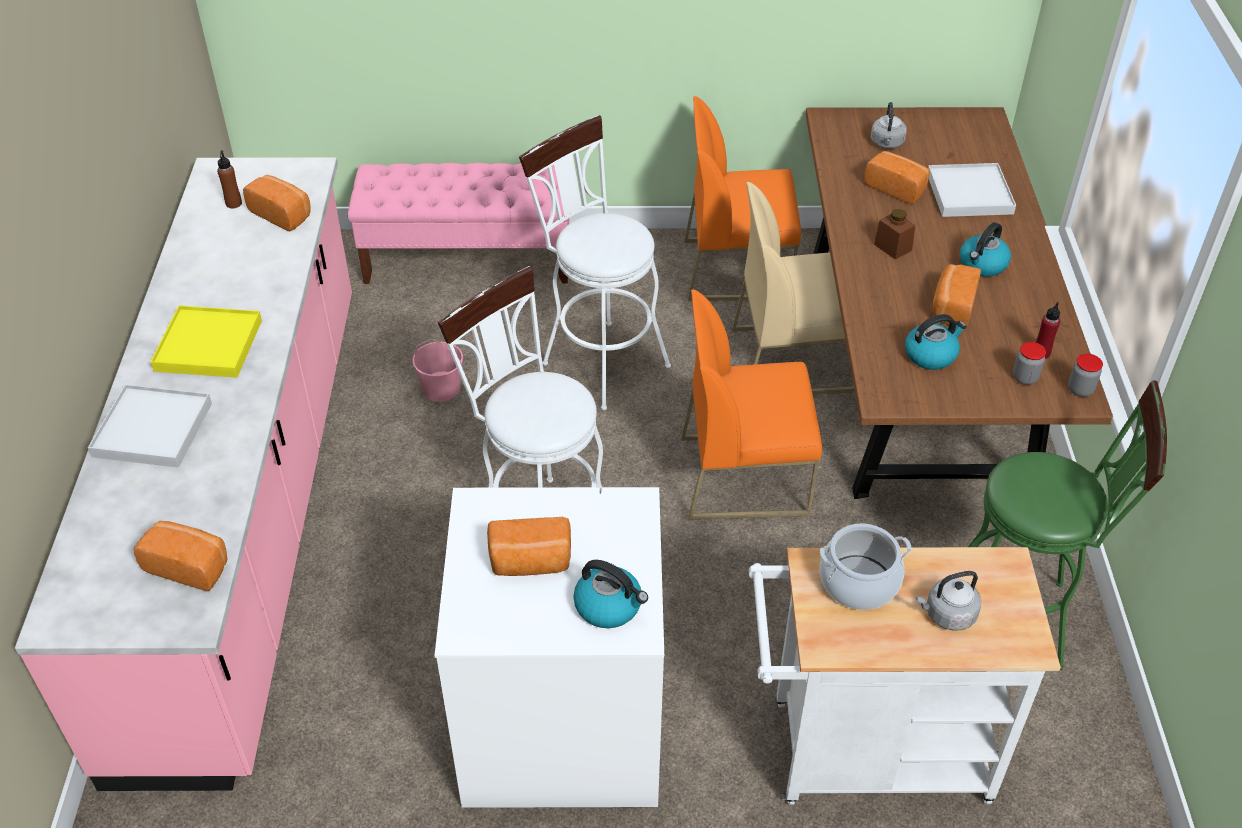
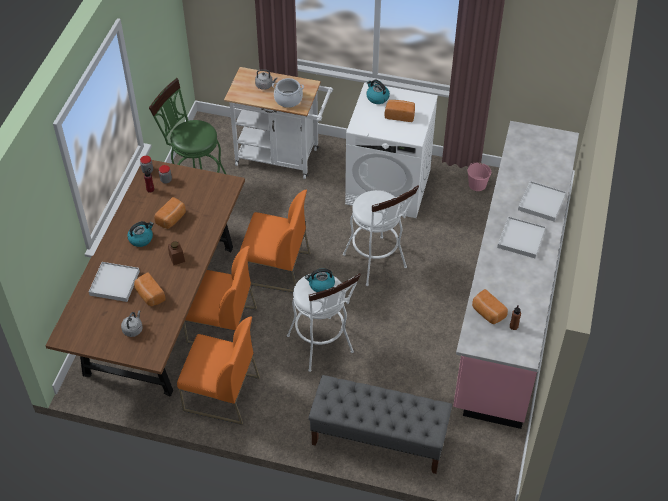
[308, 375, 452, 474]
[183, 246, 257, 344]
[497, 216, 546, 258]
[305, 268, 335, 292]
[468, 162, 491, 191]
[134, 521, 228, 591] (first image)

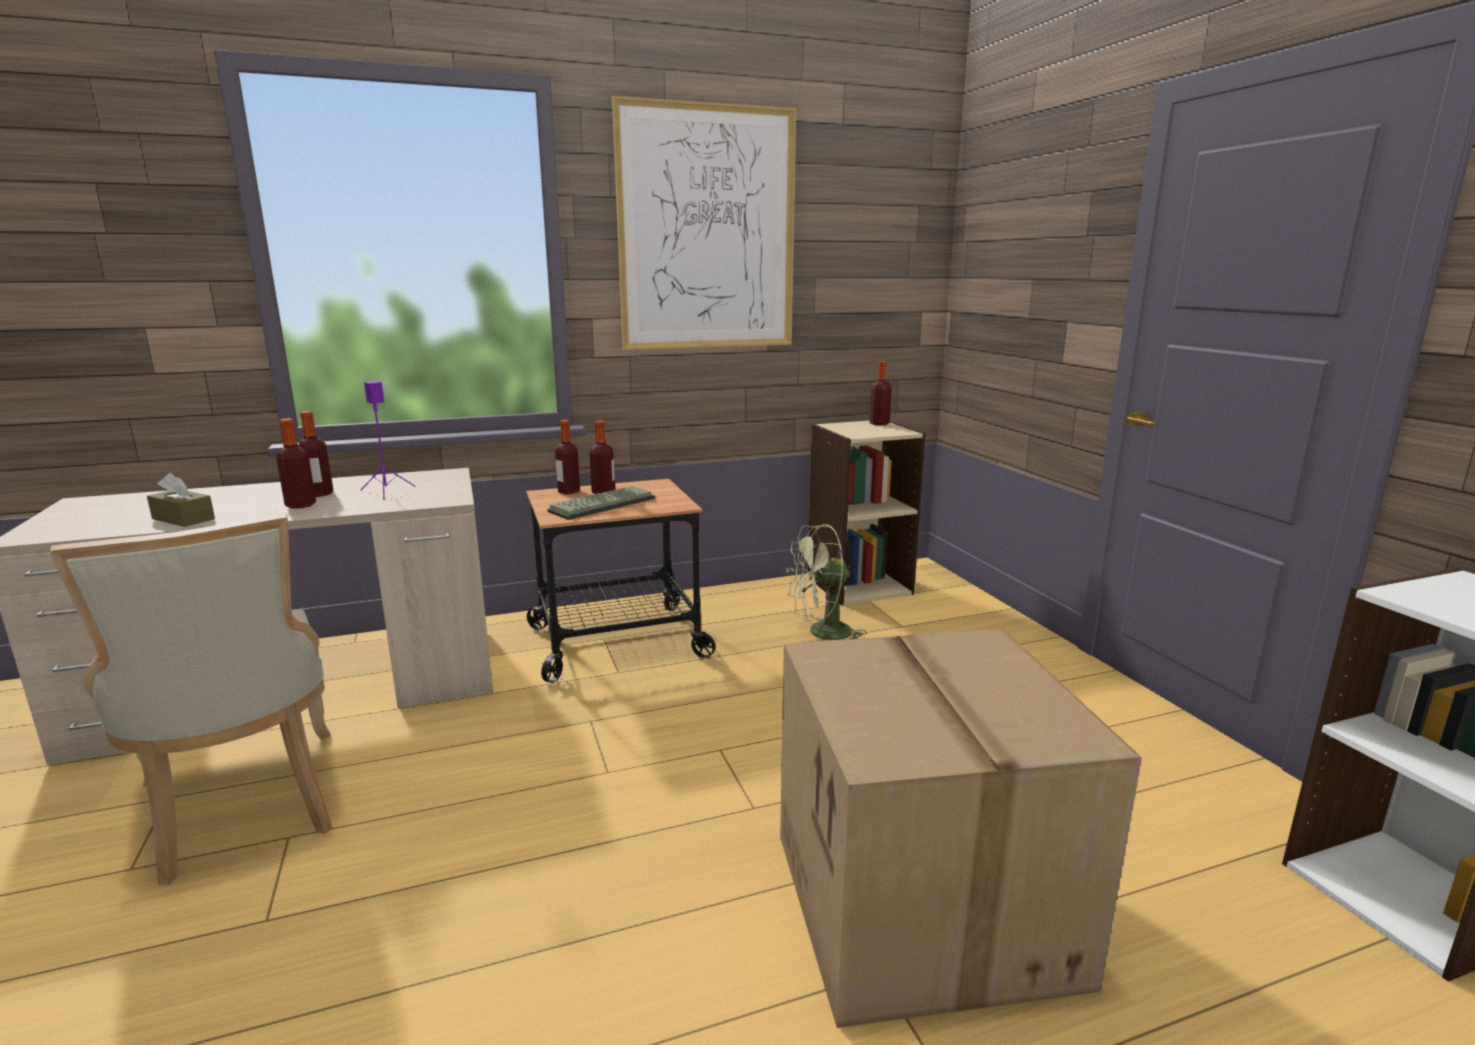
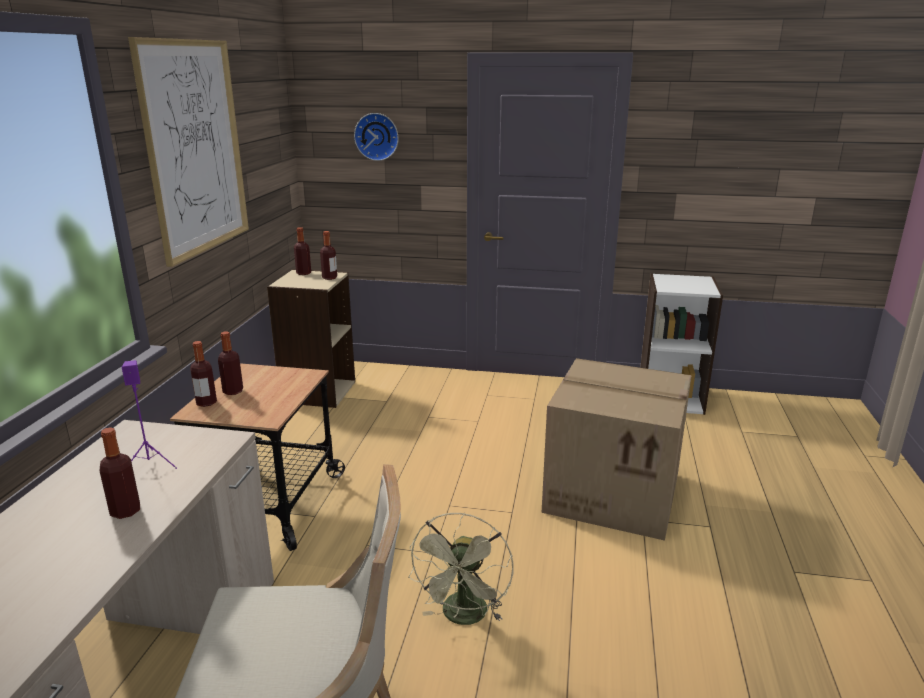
[320, 231, 337, 280]
[147, 473, 215, 527] (first image)
[547, 486, 655, 520] (first image)
[408, 513, 514, 625]
[354, 113, 399, 161]

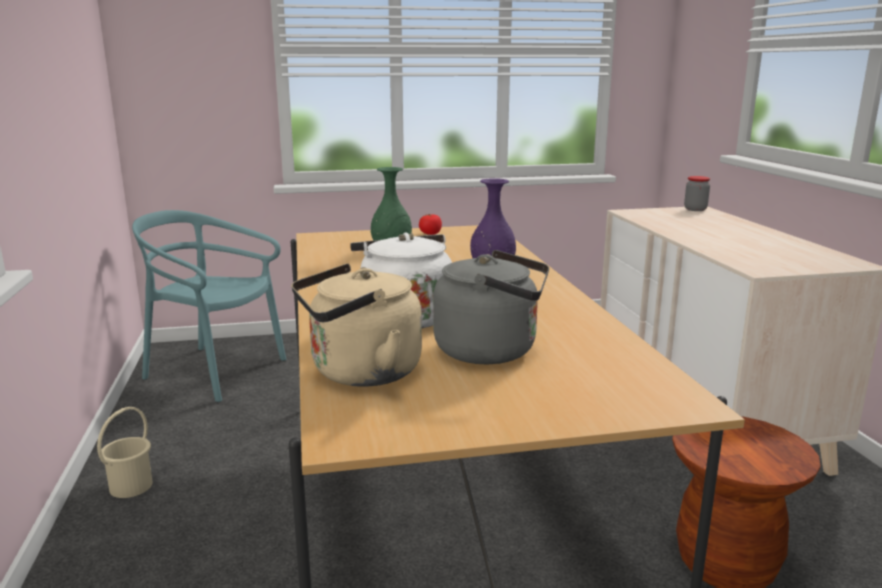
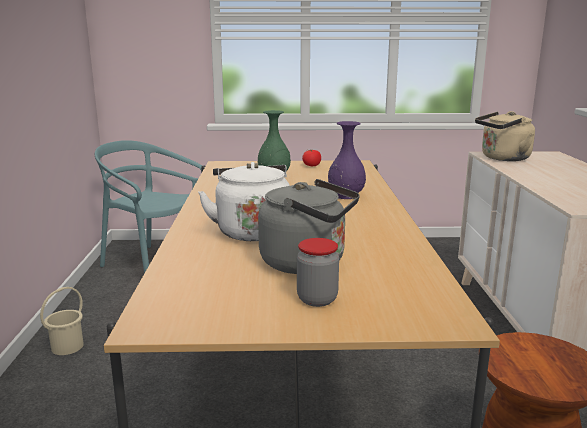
[297, 238, 339, 307]
[475, 111, 535, 161]

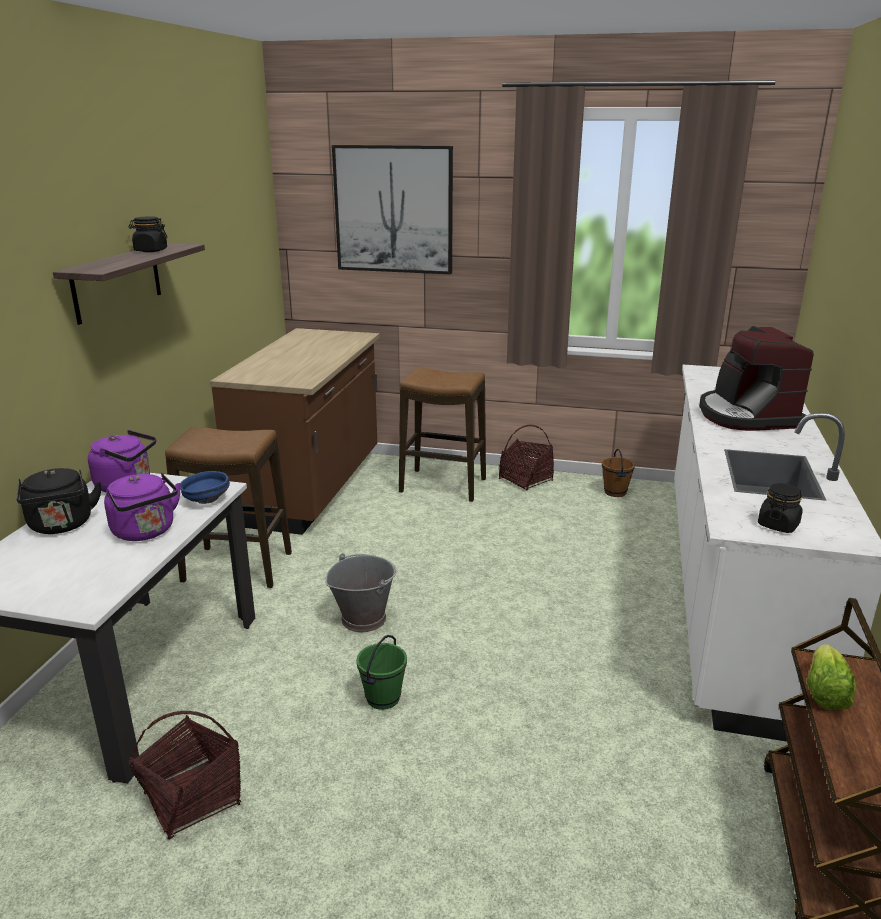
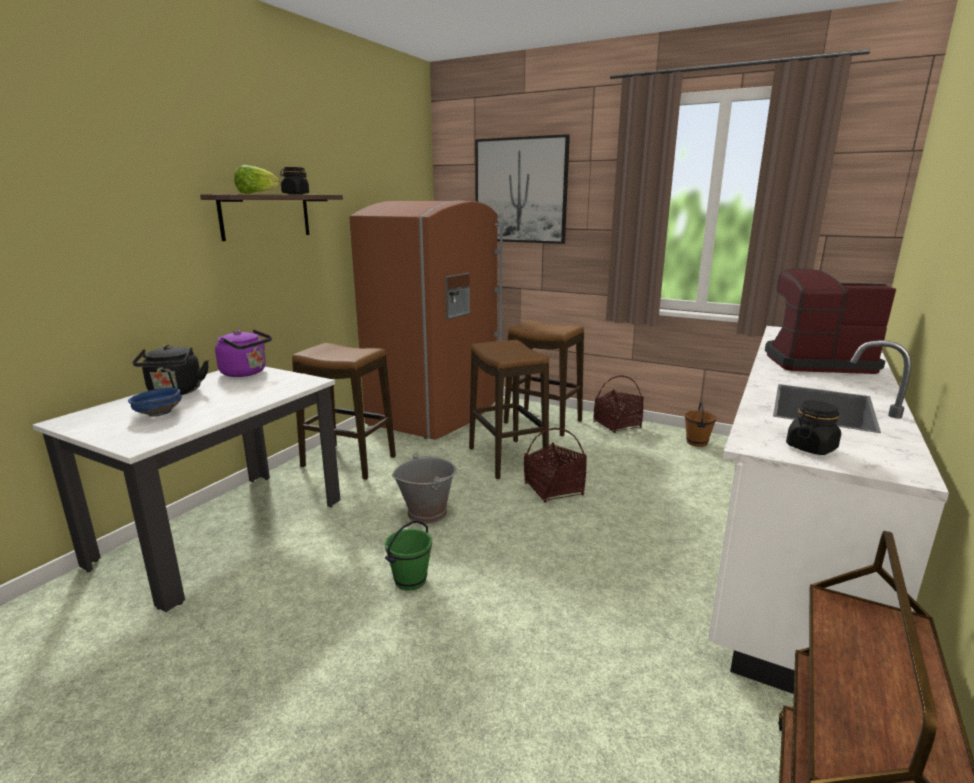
[765, 269, 896, 374]
[349, 200, 503, 440]
[128, 388, 182, 417]
[104, 472, 181, 541] (first image)
[234, 165, 280, 194]
[524, 428, 587, 503]
[469, 340, 549, 479]

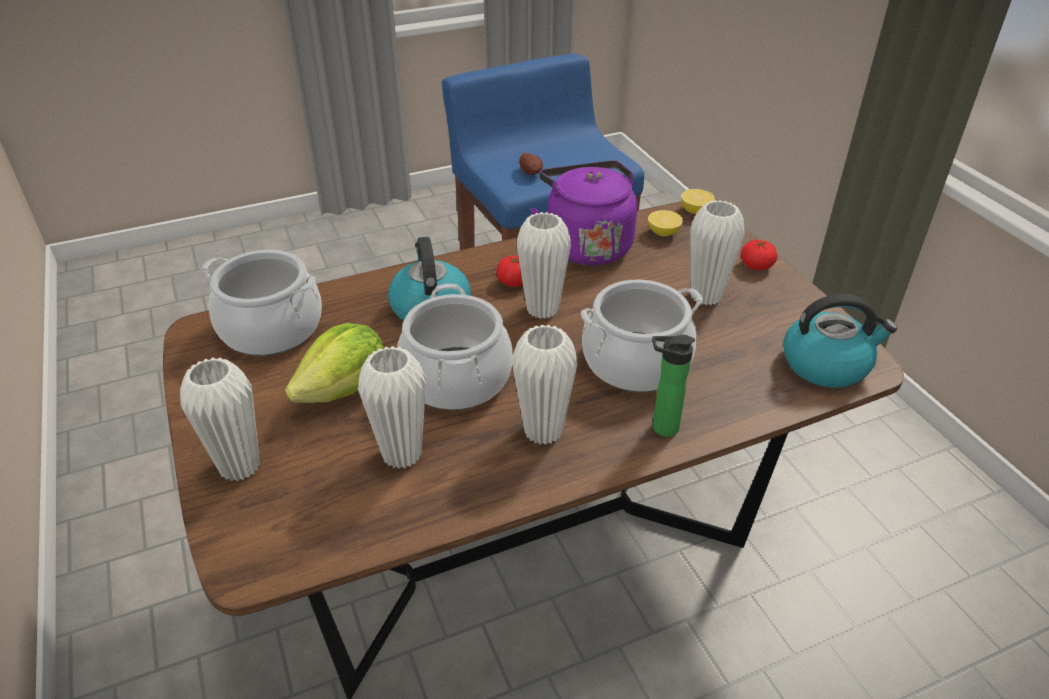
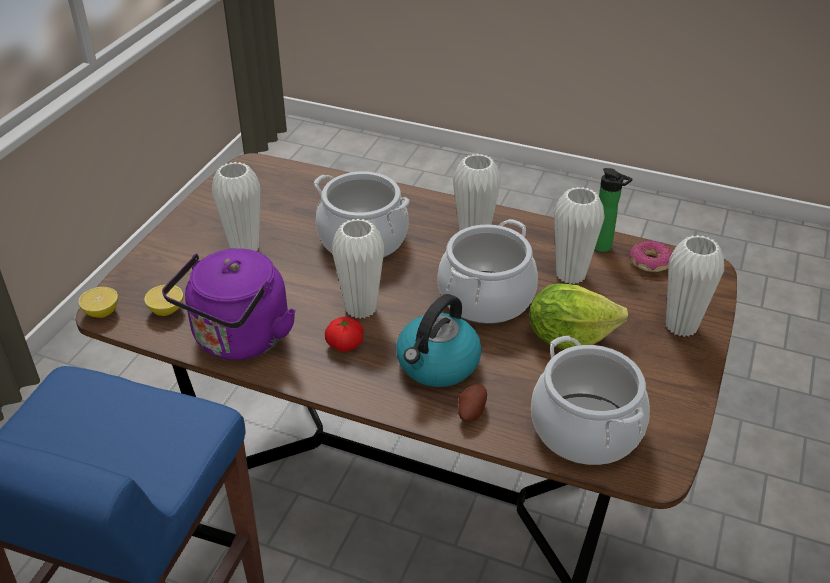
[458, 384, 487, 422]
[741, 240, 777, 270] (first image)
[783, 294, 897, 388] (first image)
[595, 168, 633, 252]
[629, 240, 672, 272]

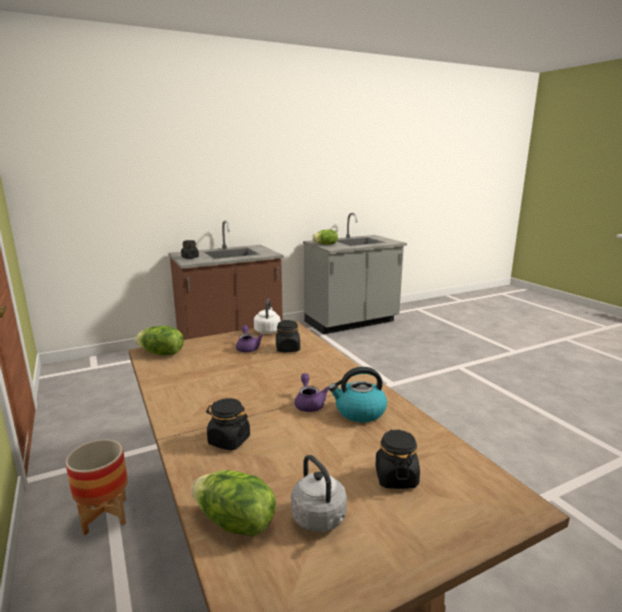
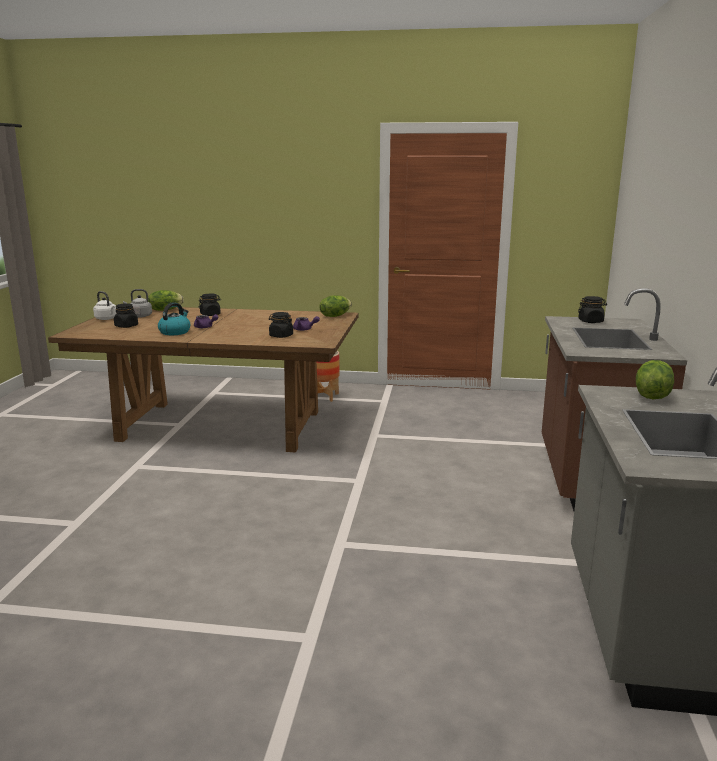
[93, 291, 116, 320]

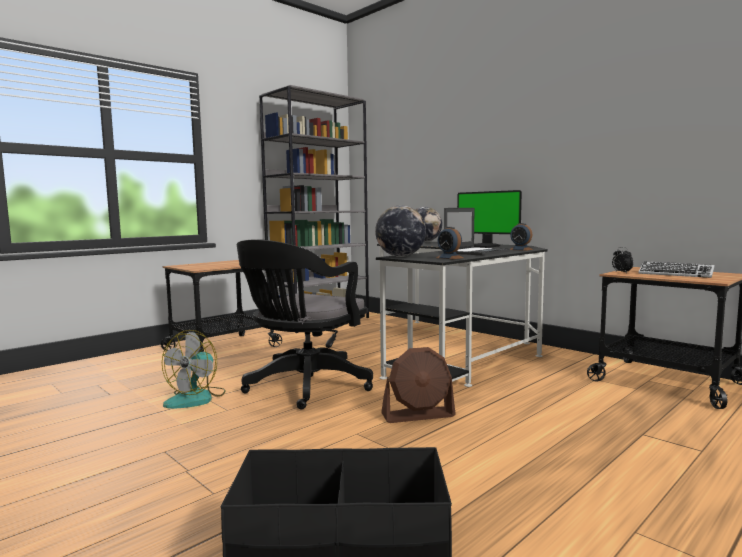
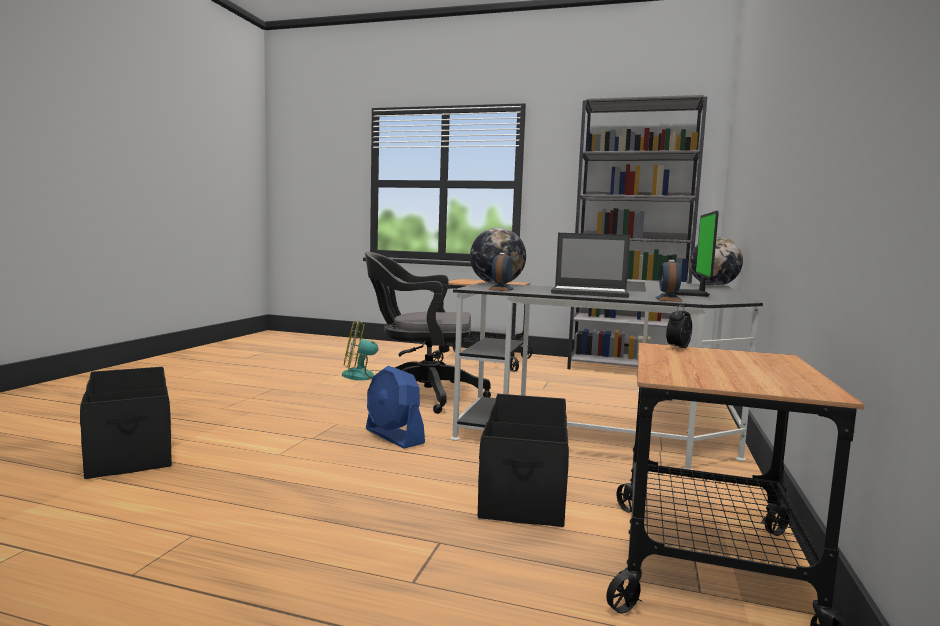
[638, 261, 714, 278] (first image)
[366, 366, 425, 449]
[478, 394, 569, 527]

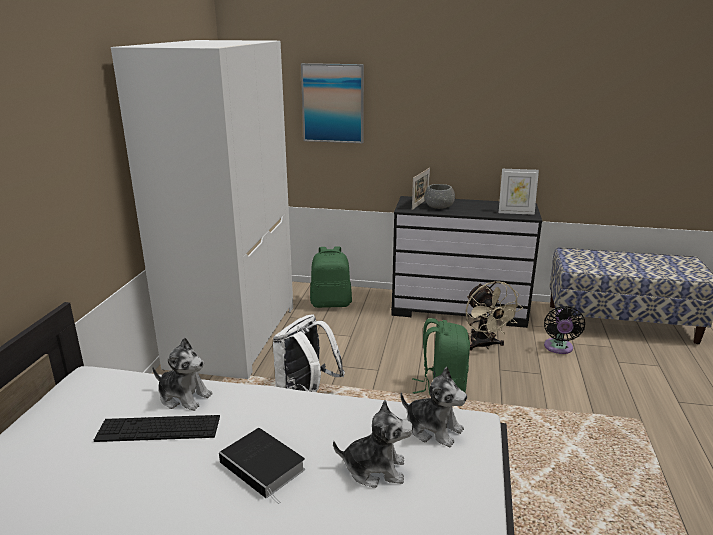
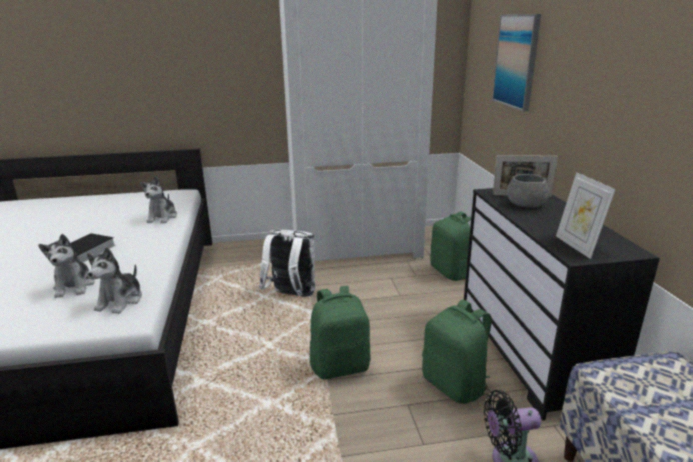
[422, 300, 492, 404]
[94, 415, 220, 442] (first image)

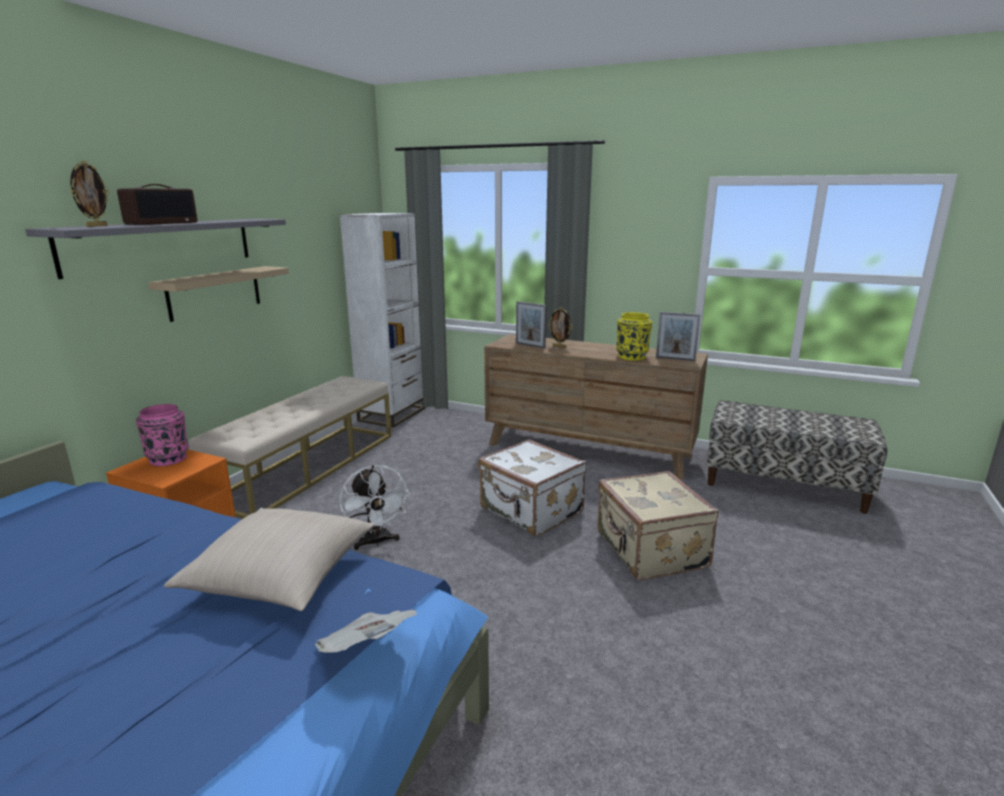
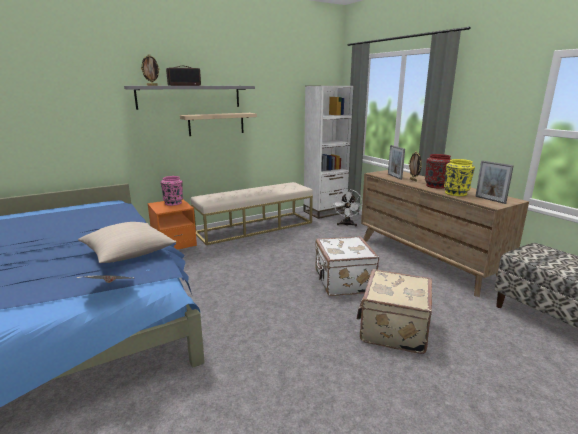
[333, 189, 363, 226]
[425, 154, 452, 189]

